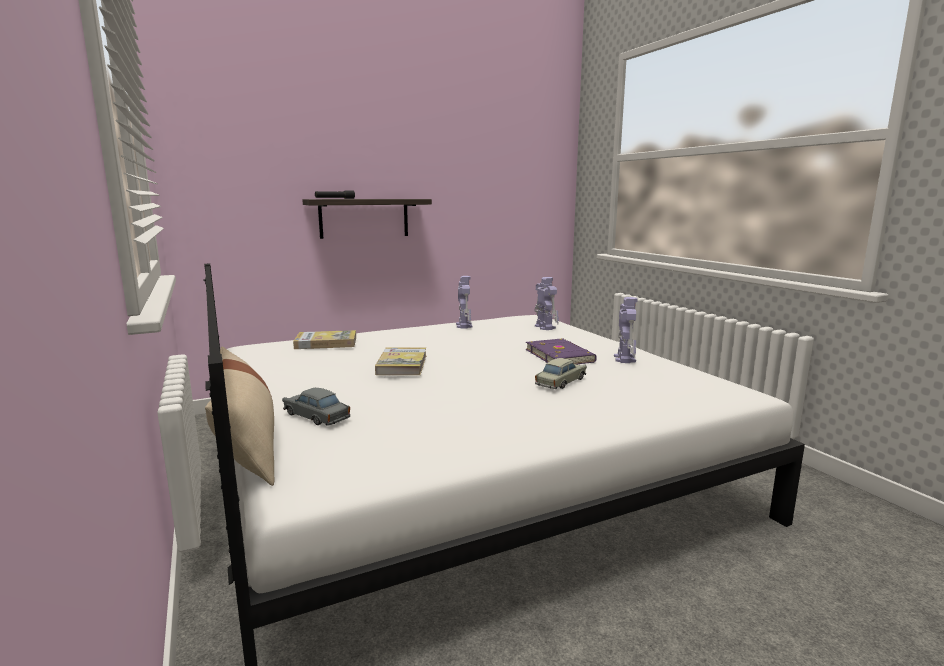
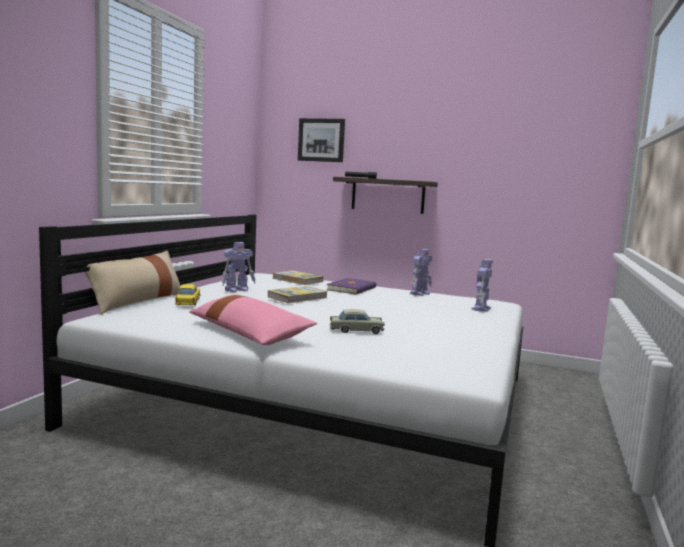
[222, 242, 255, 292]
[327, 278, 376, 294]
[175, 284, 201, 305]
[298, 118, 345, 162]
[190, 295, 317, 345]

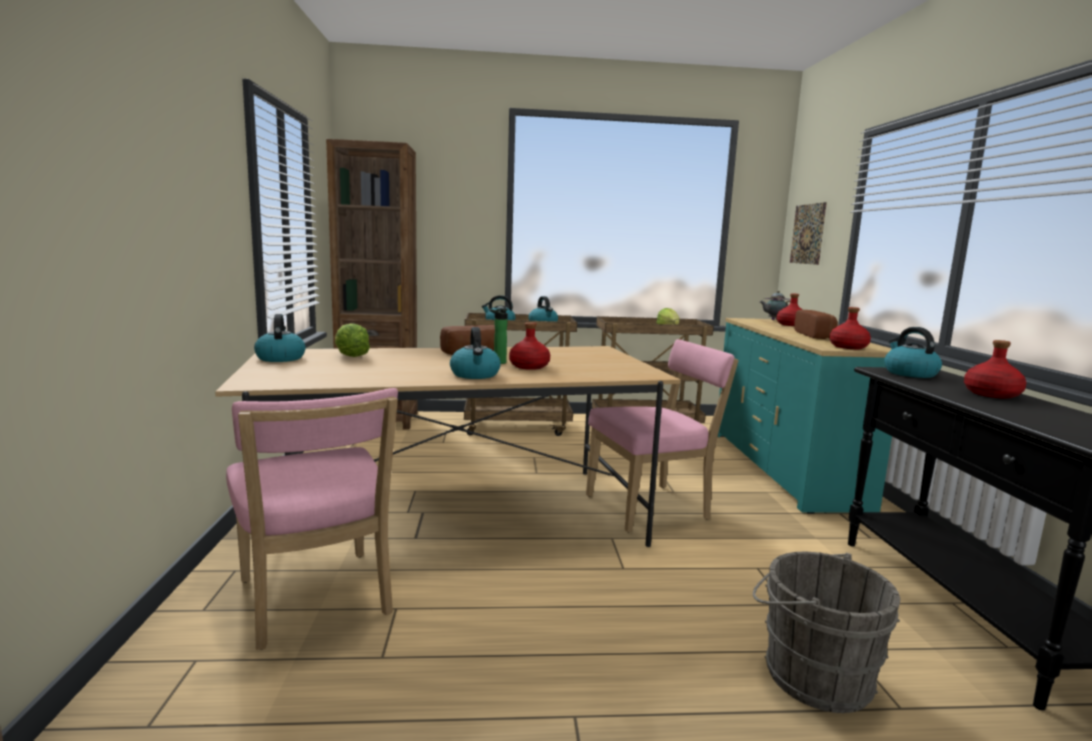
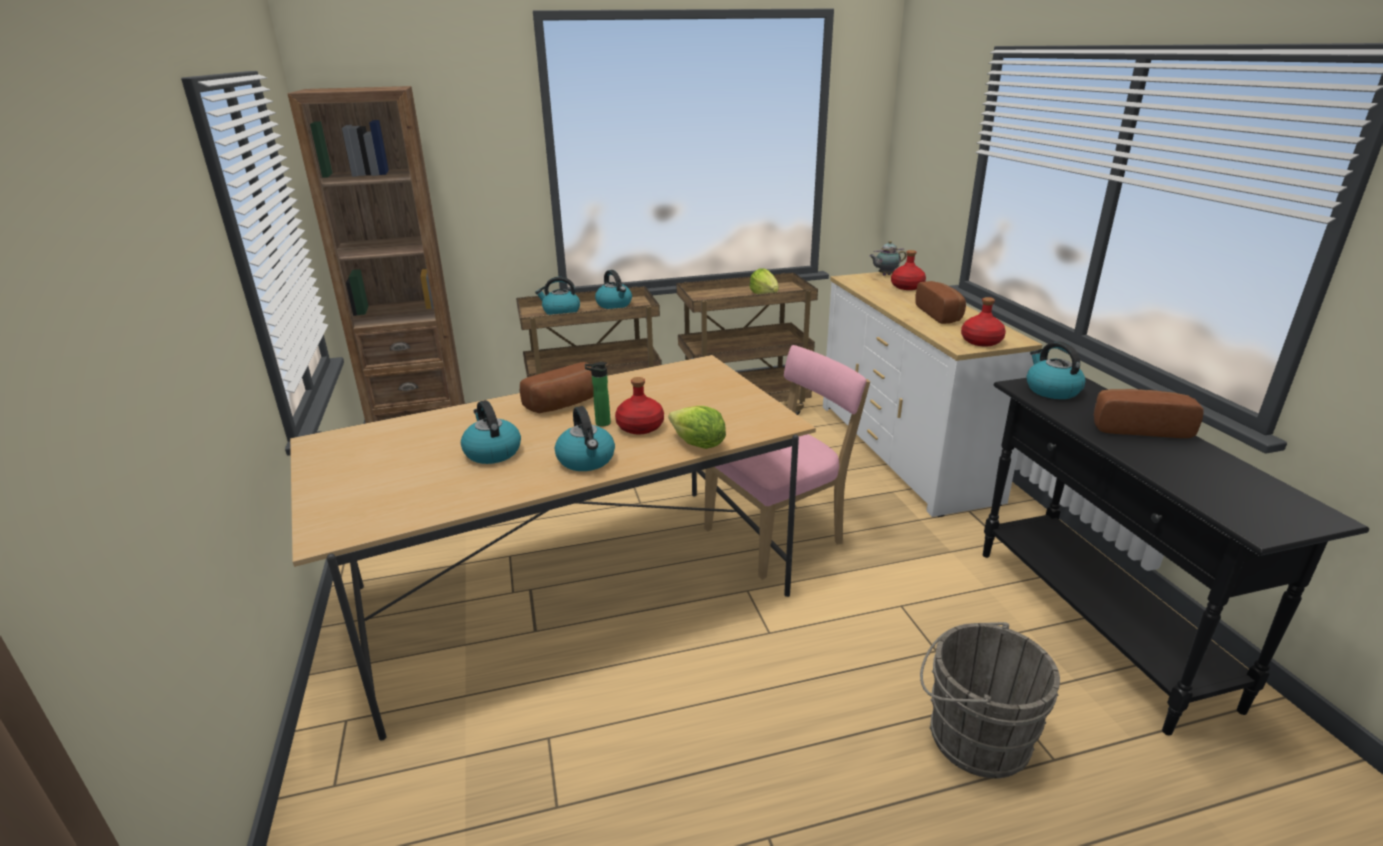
[790, 202, 827, 265] (first image)
[461, 400, 521, 464]
[823, 272, 1042, 517]
[669, 406, 726, 449]
[1094, 389, 1204, 438]
[226, 388, 398, 650] (first image)

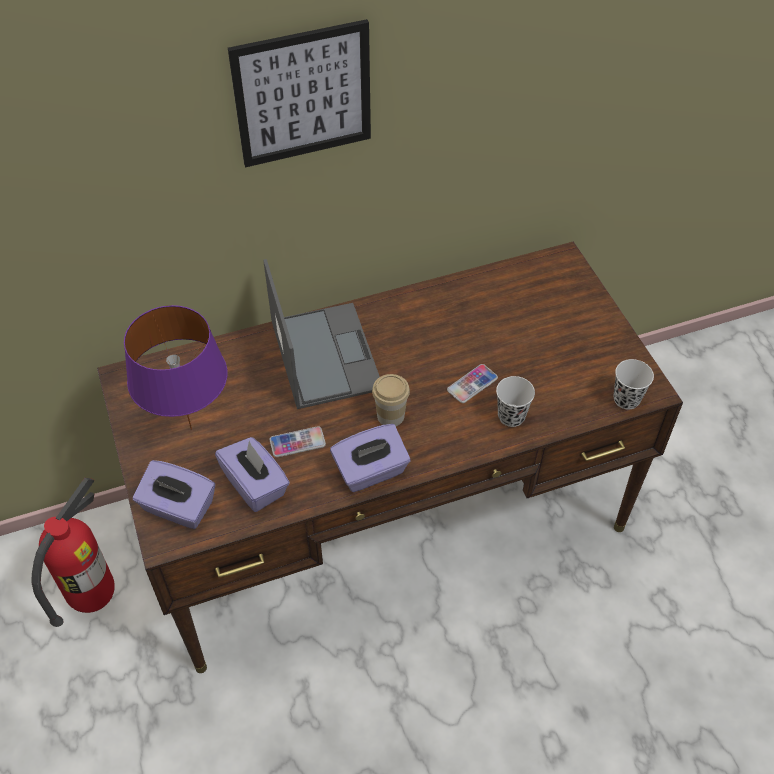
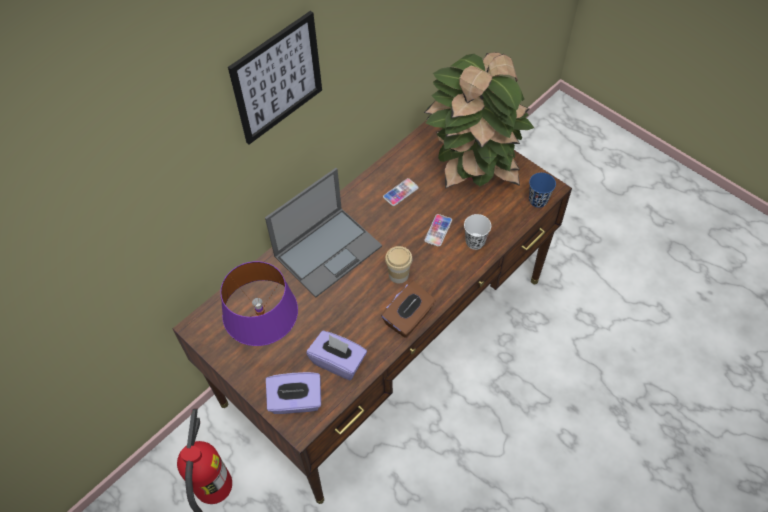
[265, 168, 382, 298]
[529, 173, 556, 208]
[381, 281, 436, 338]
[383, 178, 419, 206]
[424, 52, 534, 188]

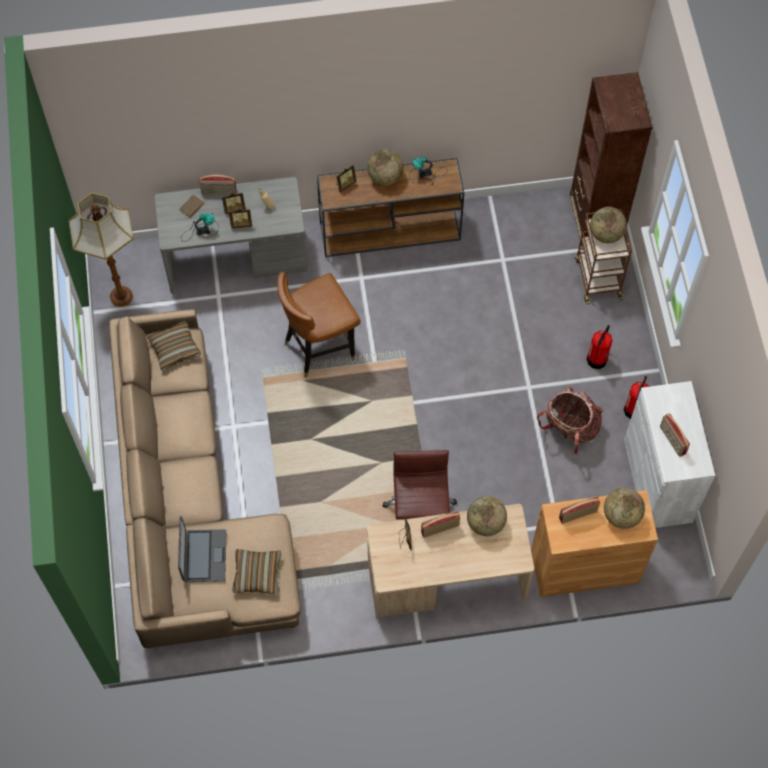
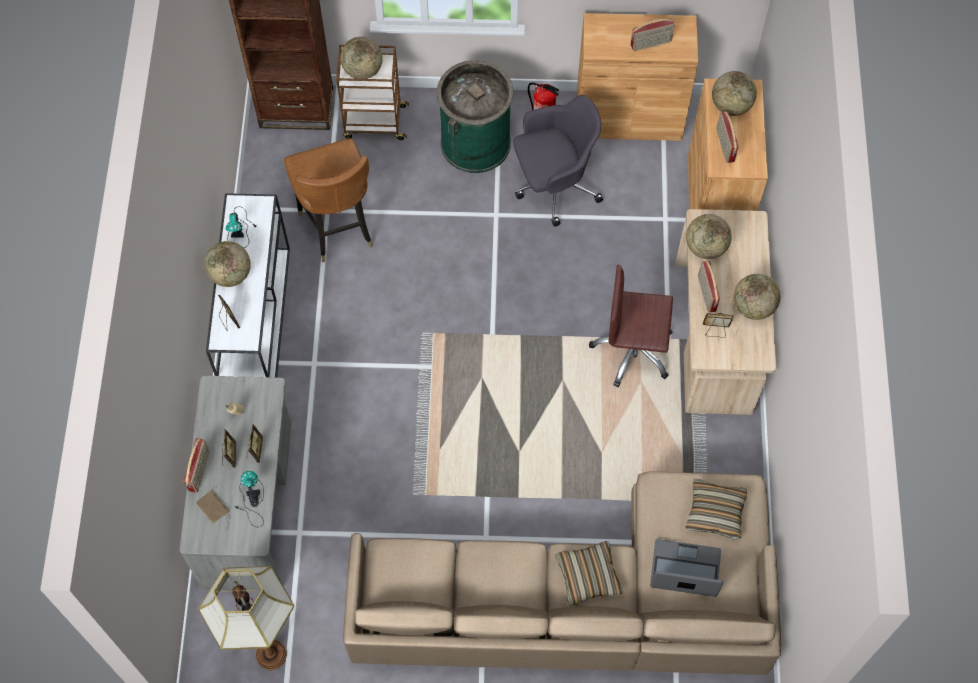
[206, 193, 290, 377]
[284, 138, 373, 262]
[556, 541, 624, 606]
[437, 60, 513, 173]
[577, 13, 698, 141]
[514, 95, 603, 227]
[734, 274, 780, 320]

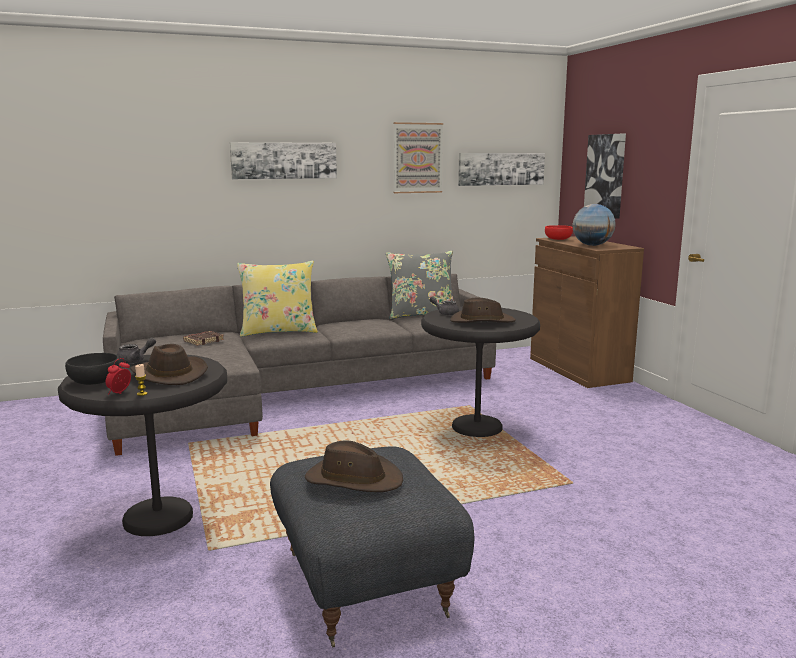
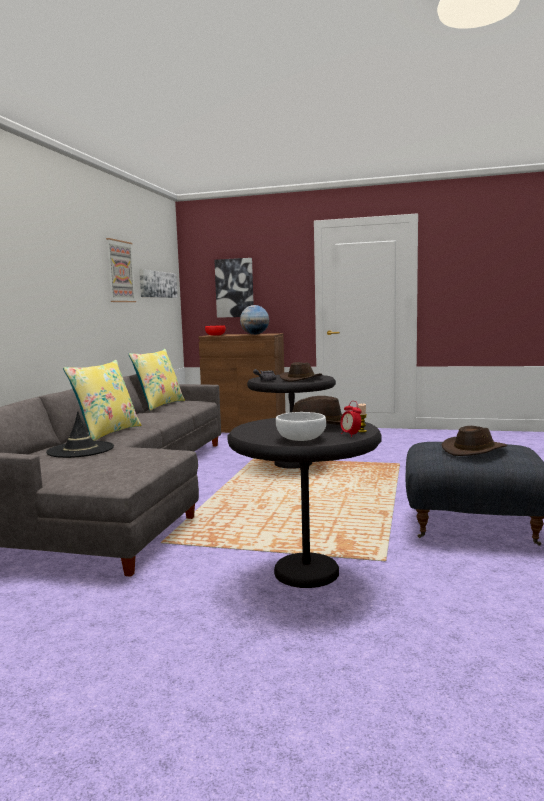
[230, 142, 337, 179] (first image)
[129, 349, 185, 411]
[46, 411, 114, 458]
[117, 337, 156, 364] (first image)
[276, 412, 326, 441]

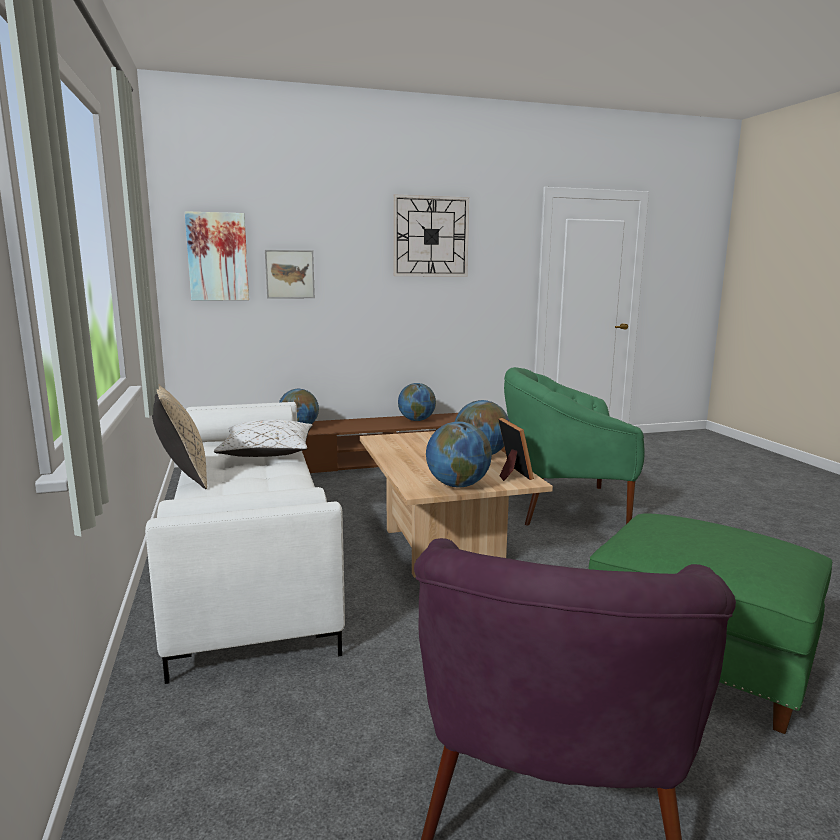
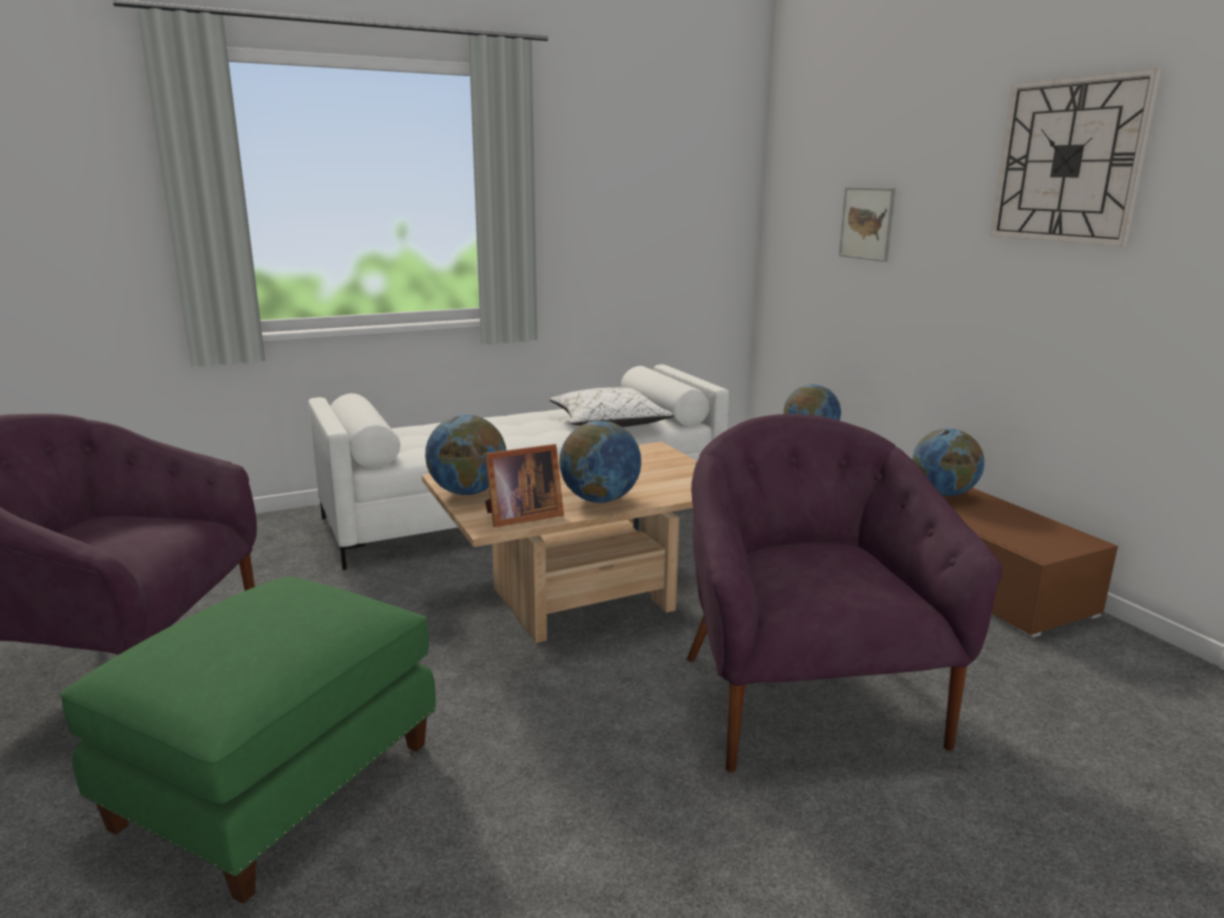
[185, 211, 249, 301] (first image)
[687, 414, 1002, 773]
[152, 385, 207, 489] (first image)

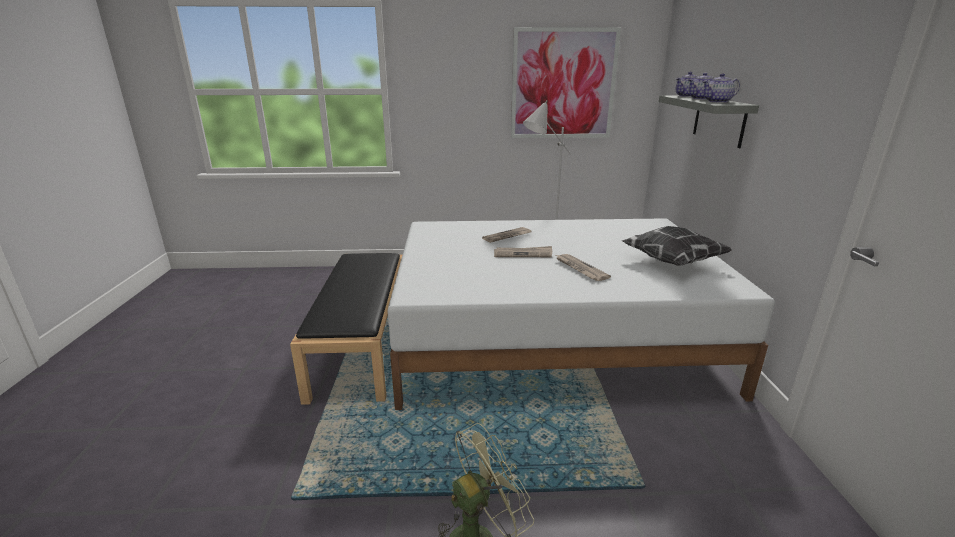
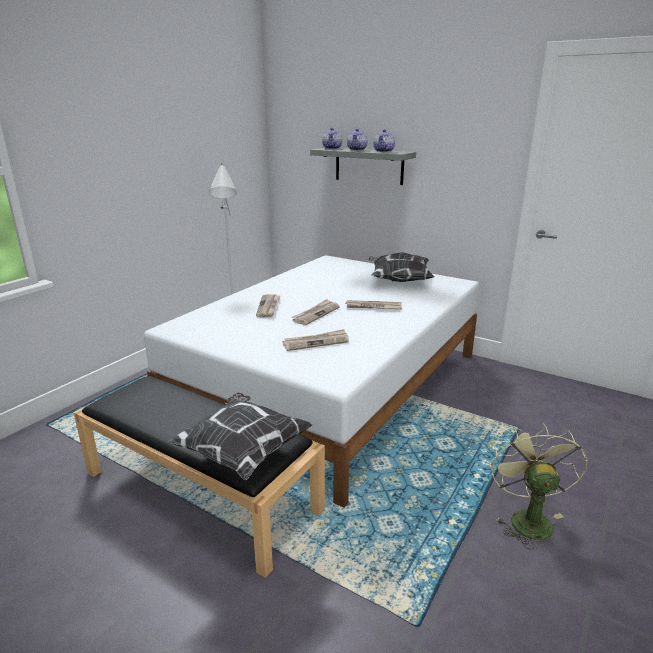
[511, 27, 621, 138] (first image)
[282, 329, 349, 351]
[168, 392, 313, 480]

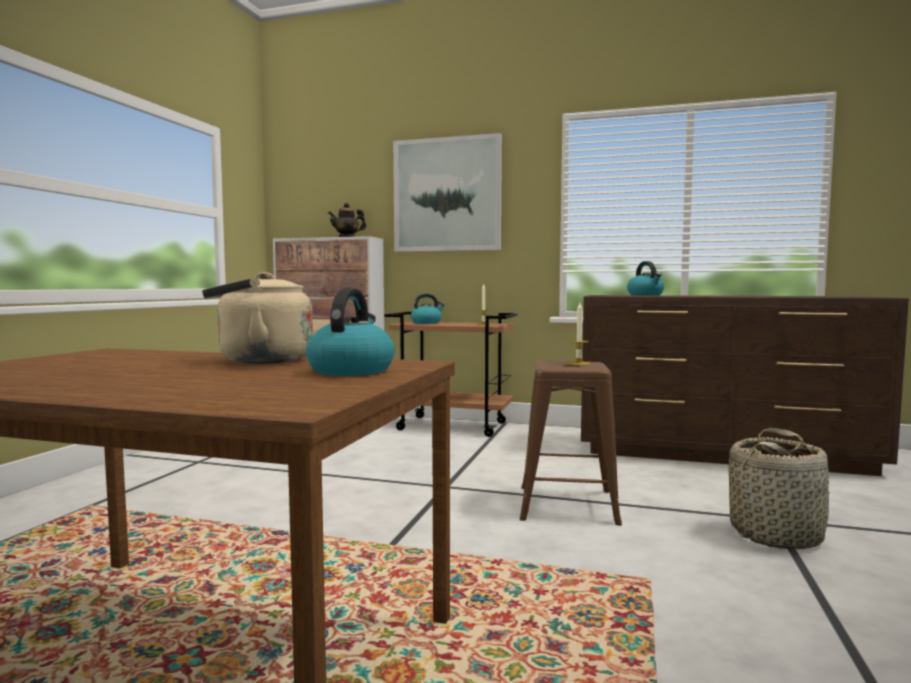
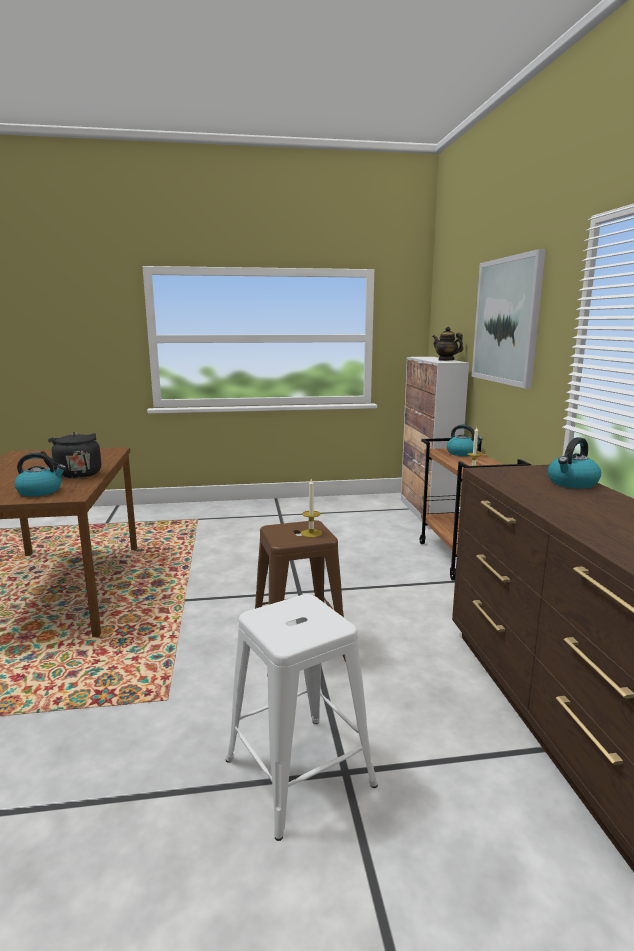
[41, 432, 101, 478]
[226, 594, 378, 841]

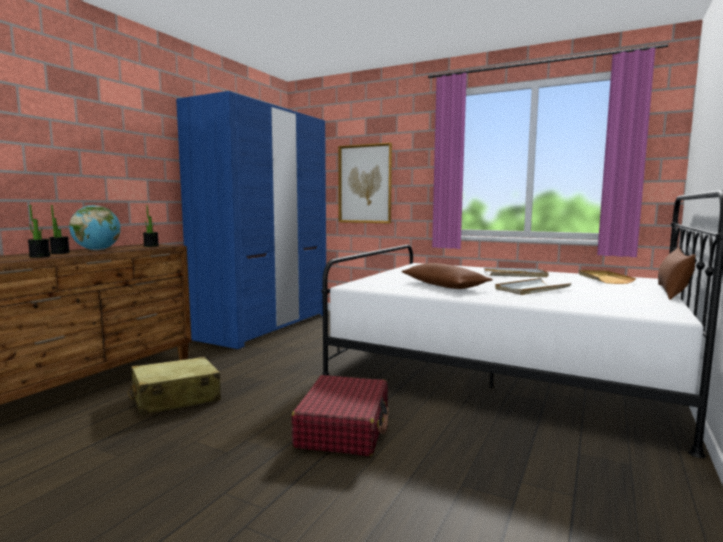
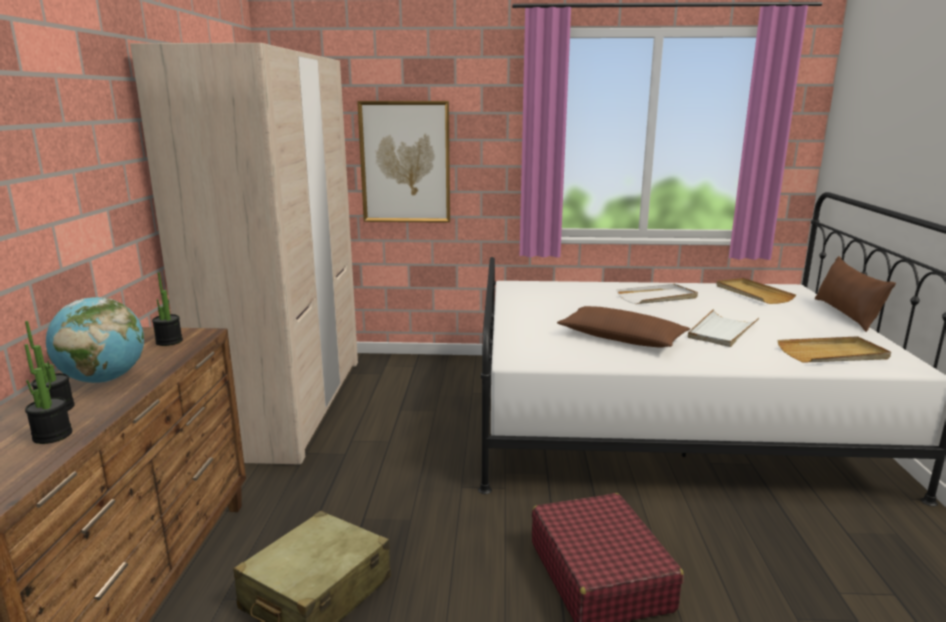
[130, 43, 358, 465]
[777, 336, 891, 362]

